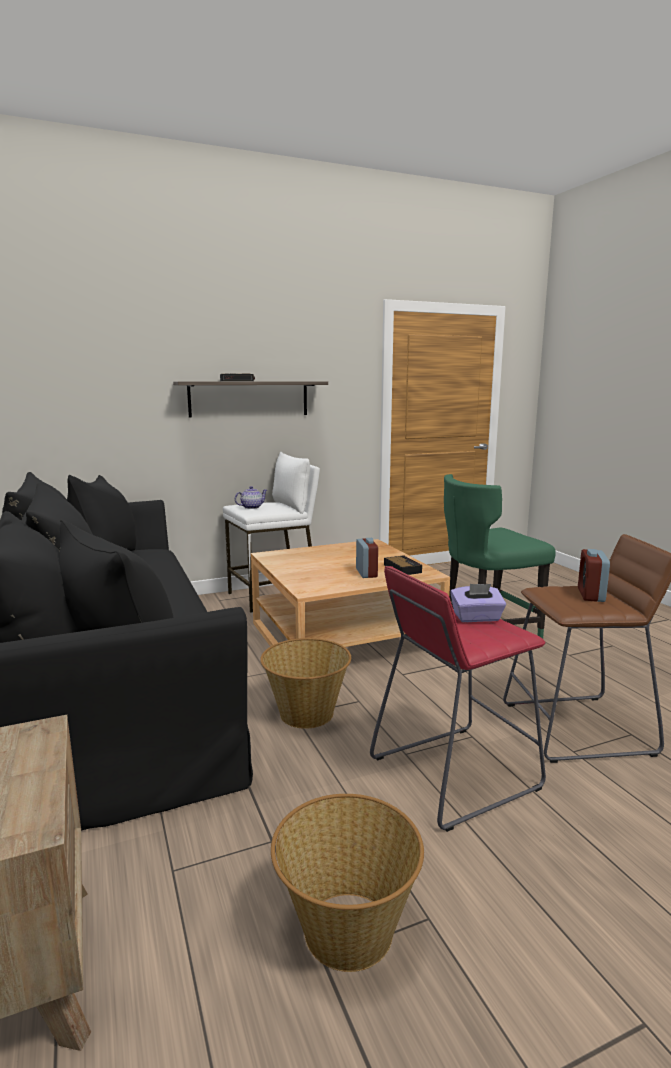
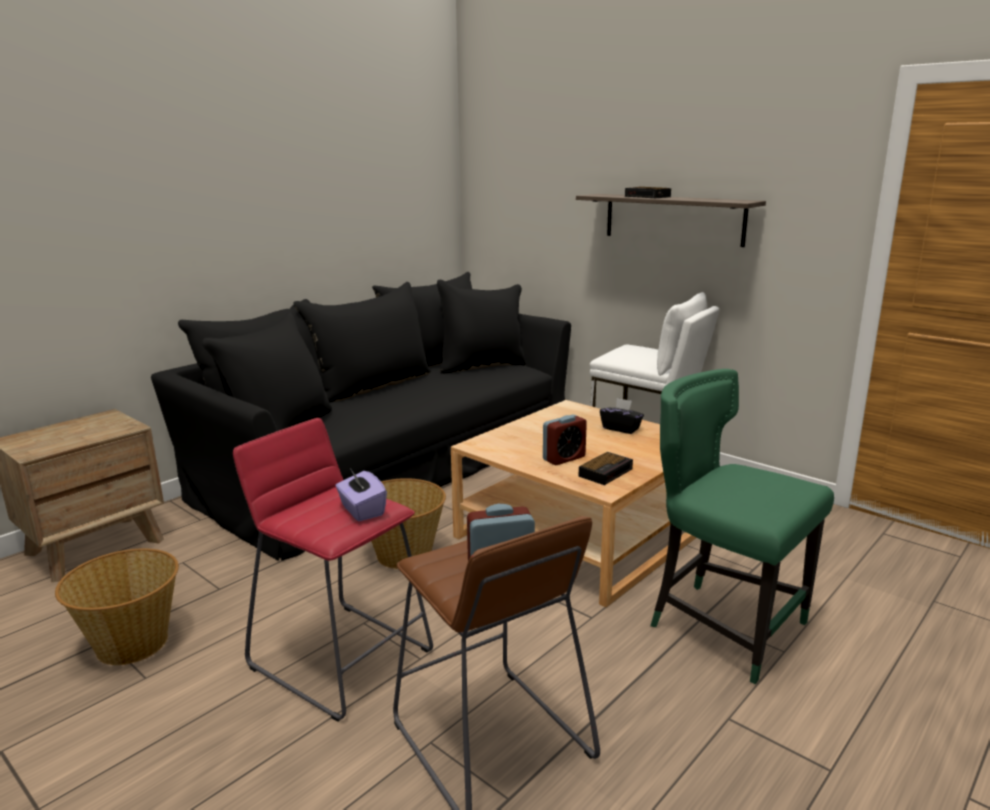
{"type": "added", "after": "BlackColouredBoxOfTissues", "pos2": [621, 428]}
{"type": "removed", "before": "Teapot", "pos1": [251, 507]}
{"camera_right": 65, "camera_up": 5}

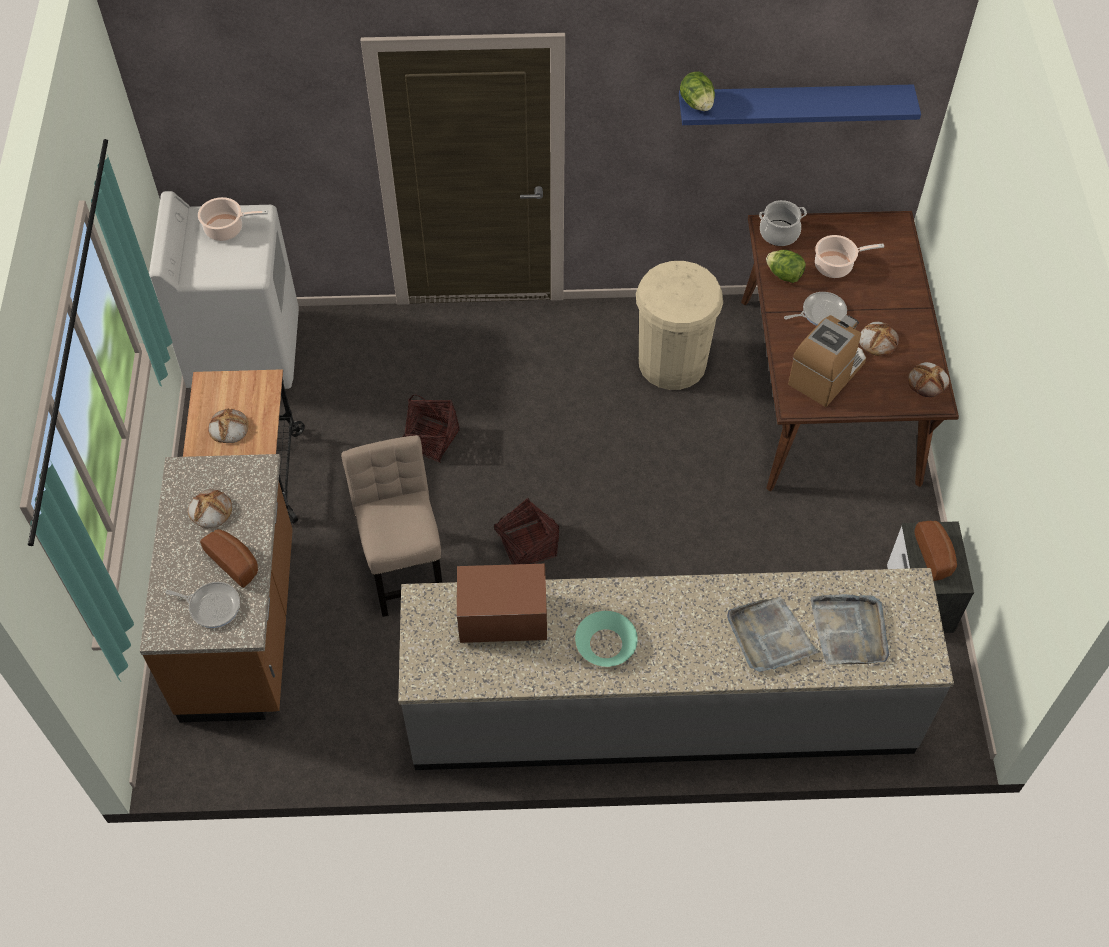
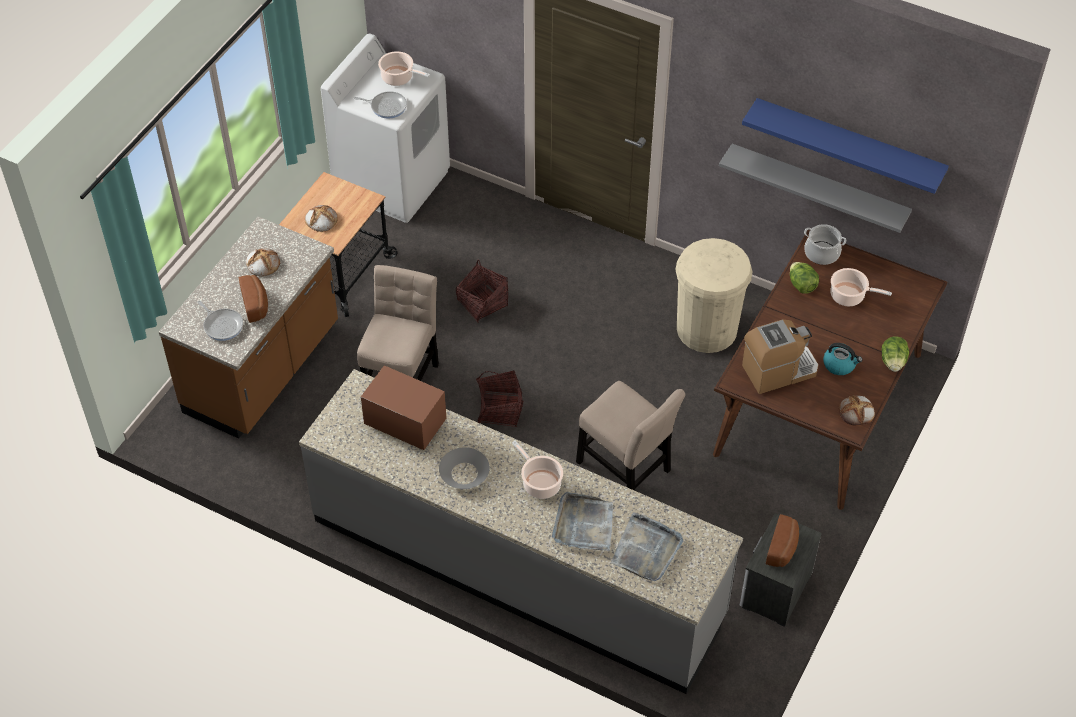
{"type": "moved", "before": "FryingPan", "pos1": [821, 312], "pos2": [386, 106]}
{"type": "recoloured", "before": "TurquoiseColouredBowl", "after": "GreyBowl", "pos1": [605, 643], "pos2": [464, 473]}
{"type": "added", "after": "CookingPot", "pos2": [540, 483]}
{"type": "added", "after": "BeigeColouredPlainChair", "pos2": [626, 470]}
{"type": "added", "after": "GreyWallShelf", "pos2": [818, 188]}
{"type": "replaced", "before": "BakedBread", "after": "Kettle", "pos1": [877, 340], "pos2": [839, 365]}
{"type": "moved", "before": "LettuceHead", "pos1": [697, 104], "pos2": [893, 362]}
{"camera_right": 30, "camera_up": -5}

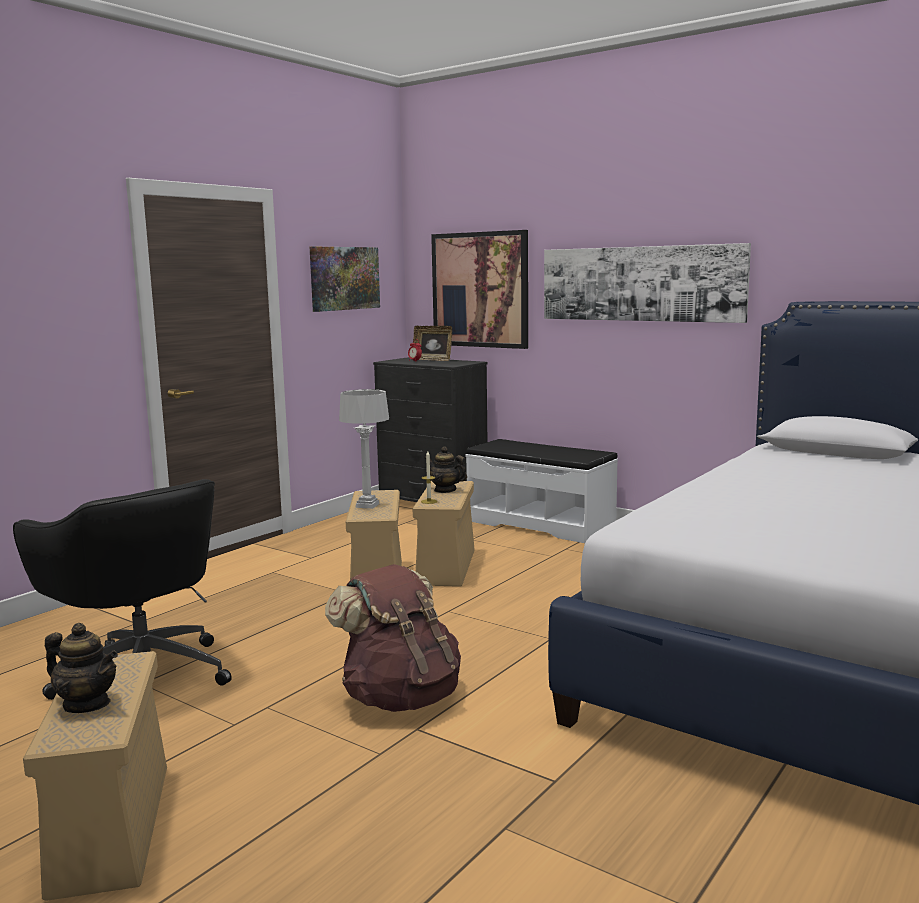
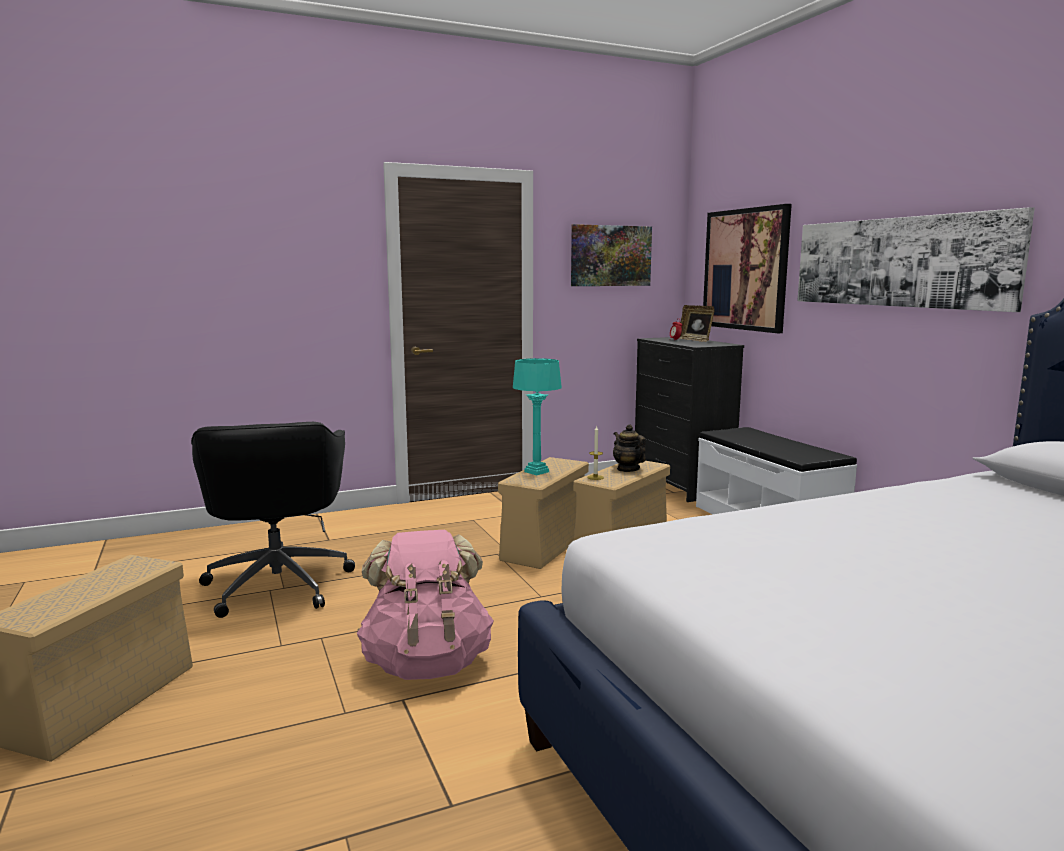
{"type": "recoloured", "before": "BrownKnapsack", "after": "PinkishKnapsack", "pos1": [400, 697], "pos2": [427, 663]}
{"type": "recoloured", "before": "GreyTableLamp", "after": "TurquoiseColouredTableLamp", "pos1": [367, 505], "pos2": [537, 472]}
{"type": "removed", "before": "Teapot", "pos1": [87, 704]}
{"camera_right": 30, "camera_up": 0}

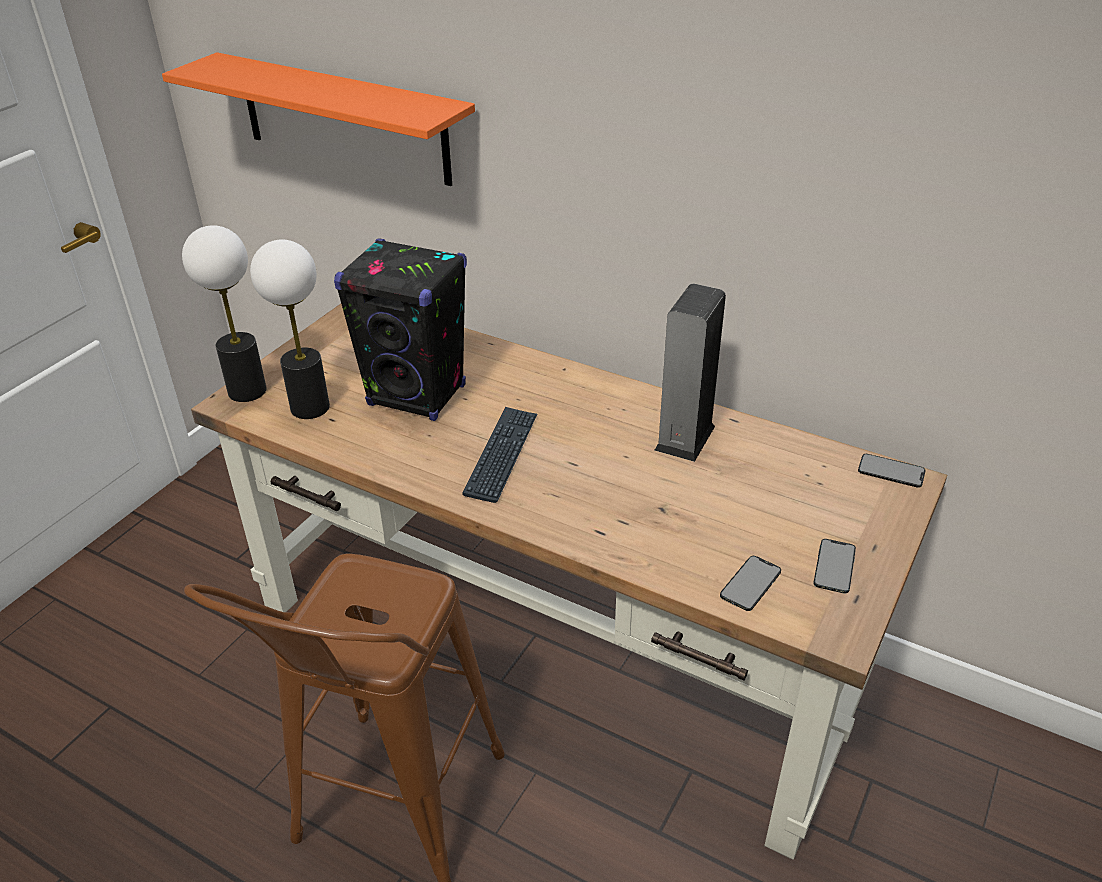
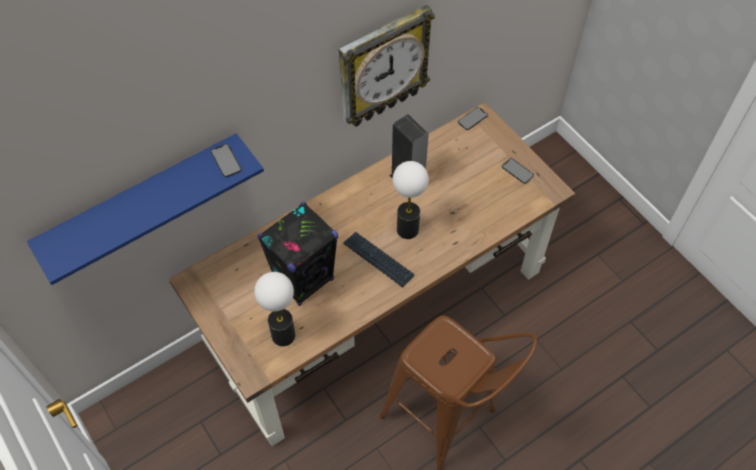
{"type": "recoloured", "before": "OrangeyWallShelf", "after": "BlueColouredWallShelf", "pos1": [343, 119], "pos2": [142, 202]}
{"type": "moved", "before": "Phone", "pos1": [750, 583], "pos2": [226, 160]}
{"type": "added", "after": "HangingClock", "pos2": [382, 67]}
{"type": "moved", "before": "TableLamp", "pos1": [248, 391], "pos2": [407, 229]}
{"camera_right": -65, "camera_up": 20}

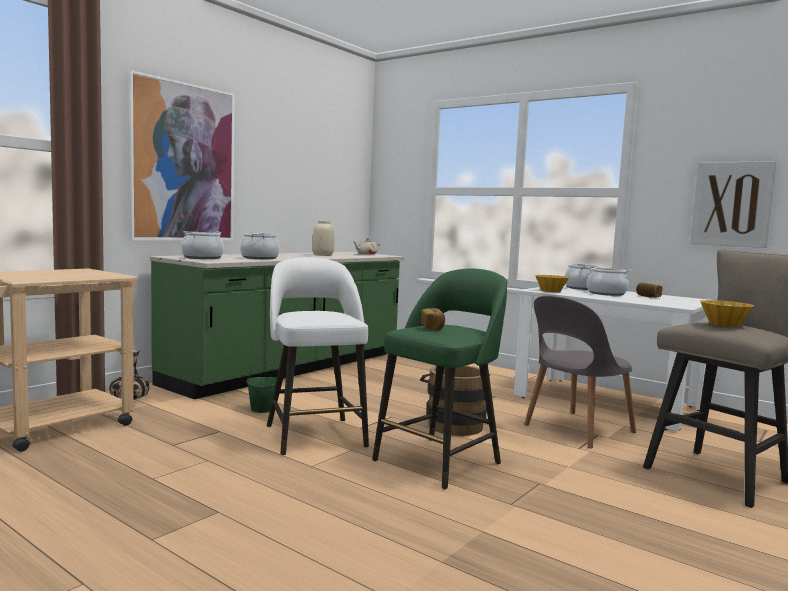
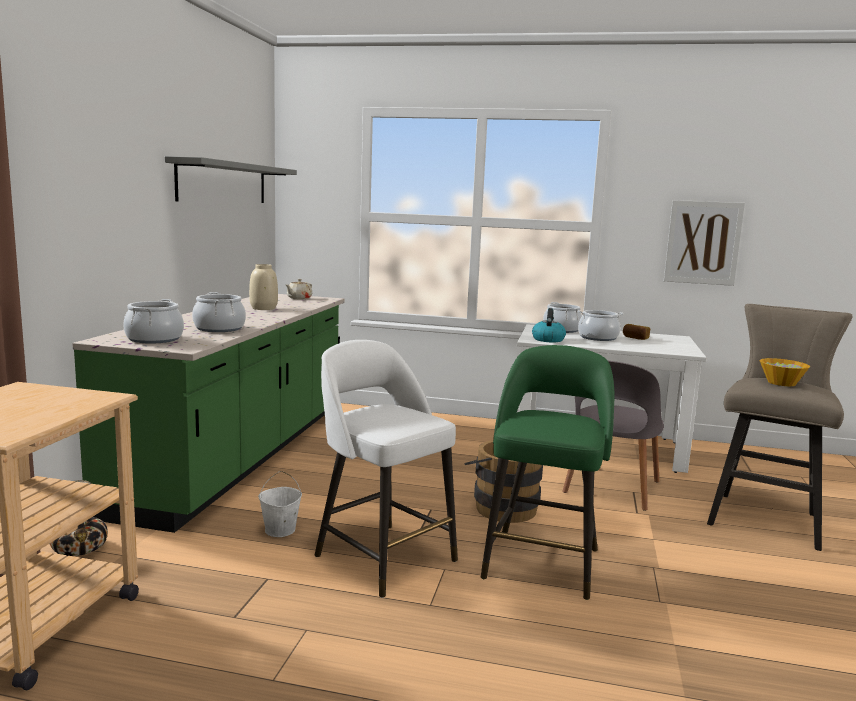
{"type": "added", "after": "GreyWallShelf", "pos2": [223, 183]}
{"type": "recoloured", "before": "GreenishPail", "after": "WhiteColouredPail", "pos1": [263, 409], "pos2": [280, 530]}
{"type": "replaced", "before": "Bowl", "after": "Kettle", "pos1": [550, 291], "pos2": [548, 339]}
{"type": "removed", "before": "WallPicture", "pos1": [183, 163]}
{"type": "removed", "before": "BakedBread", "pos1": [433, 328]}
{"camera_right": -25, "camera_up": 5}

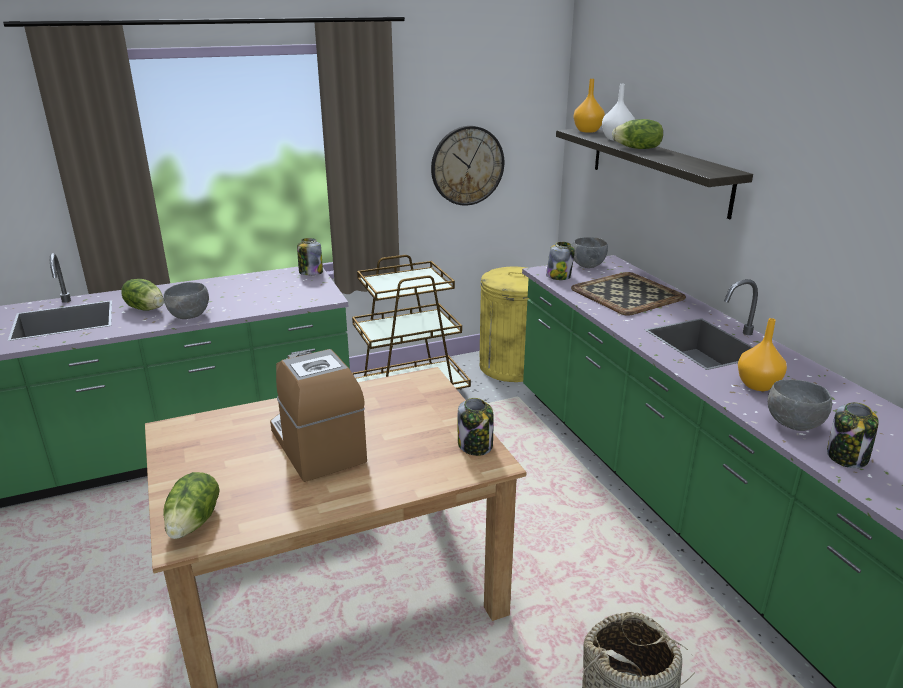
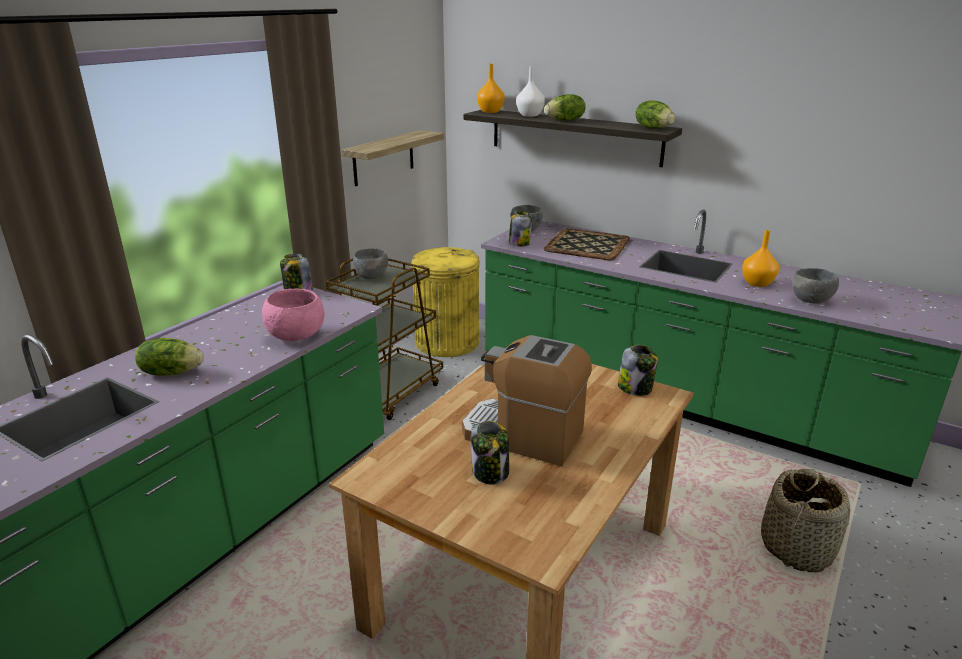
{"type": "added", "after": "PinkishBowl", "pos2": [296, 337]}
{"type": "replaced", "before": "HangingClock", "after": "WallShelf", "pos1": [467, 165], "pos2": [383, 158]}
{"type": "moved", "before": "GreyBowl", "pos1": [190, 316], "pos2": [372, 276]}
{"type": "moved", "before": "Jar", "pos1": [847, 457], "pos2": [490, 472]}
{"type": "moved", "before": "LettuceHead", "pos1": [195, 522], "pos2": [653, 128]}
{"camera_right": -35, "camera_up": 0}

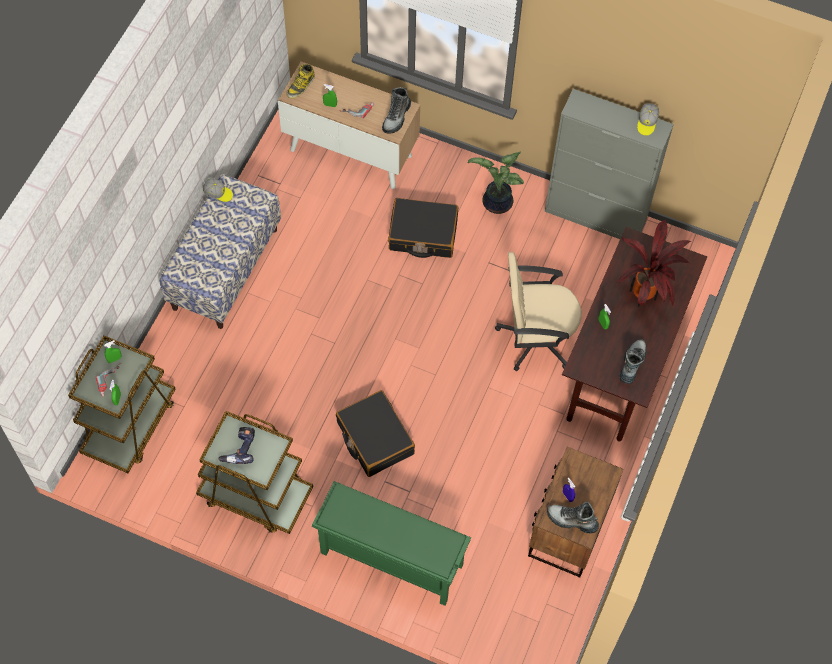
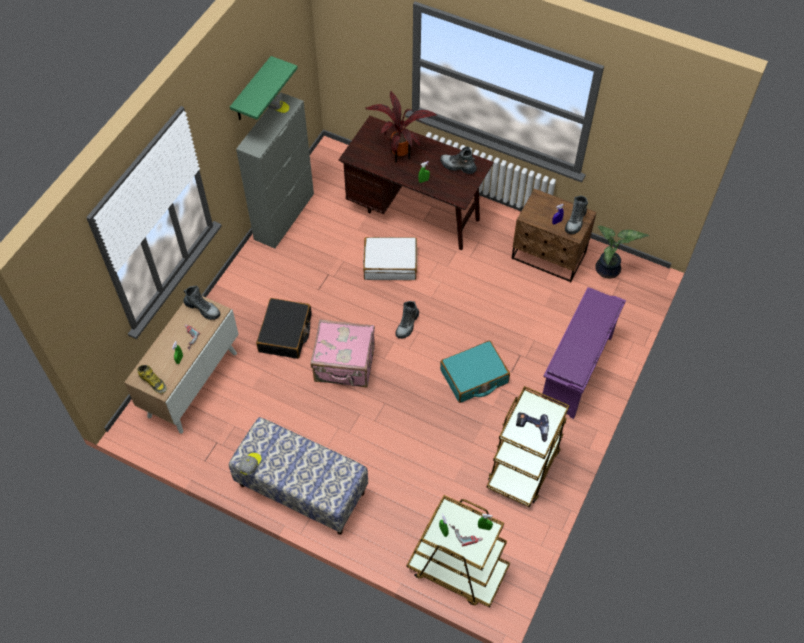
{"type": "added", "after": "GreenishWallShelf", "pos2": [252, 91]}
{"type": "added", "after": "PinkishPieceOfLuggage", "pos2": [345, 365]}
{"type": "replaced", "before": "BeigeColouredOfficeChair", "after": "WhiteColouredPieceOfLuggage", "pos1": [535, 338], "pos2": [390, 263]}
{"type": "added", "after": "TallBoot", "pos2": [407, 325]}
{"type": "recoloured", "before": "BlackColouredPieceOfLuggage", "after": "TurquoiseColouredPieceOfLuggage", "pos1": [374, 438], "pos2": [474, 377]}
{"type": "recoloured", "before": "GreenishShoeRack", "after": "PurpleShoeRack", "pos1": [390, 559], "pos2": [576, 371]}
{"type": "moved", "before": "PottedPlant", "pos1": [495, 203], "pos2": [608, 271]}
{"camera_right": -85, "camera_up": -5}

